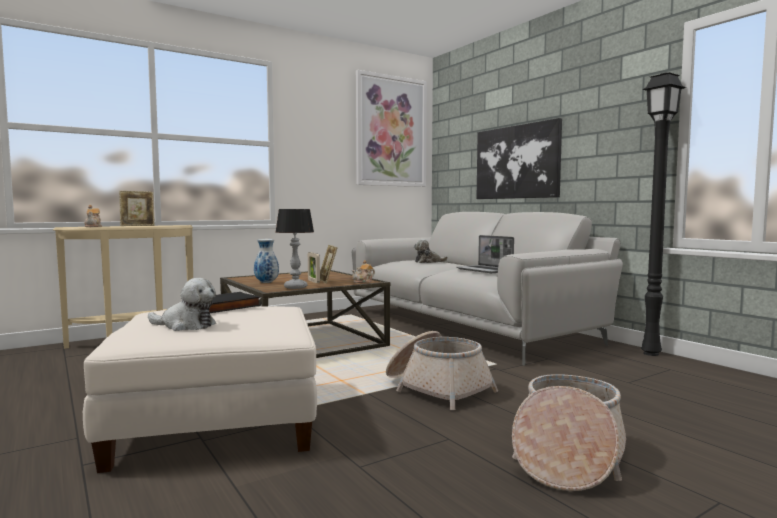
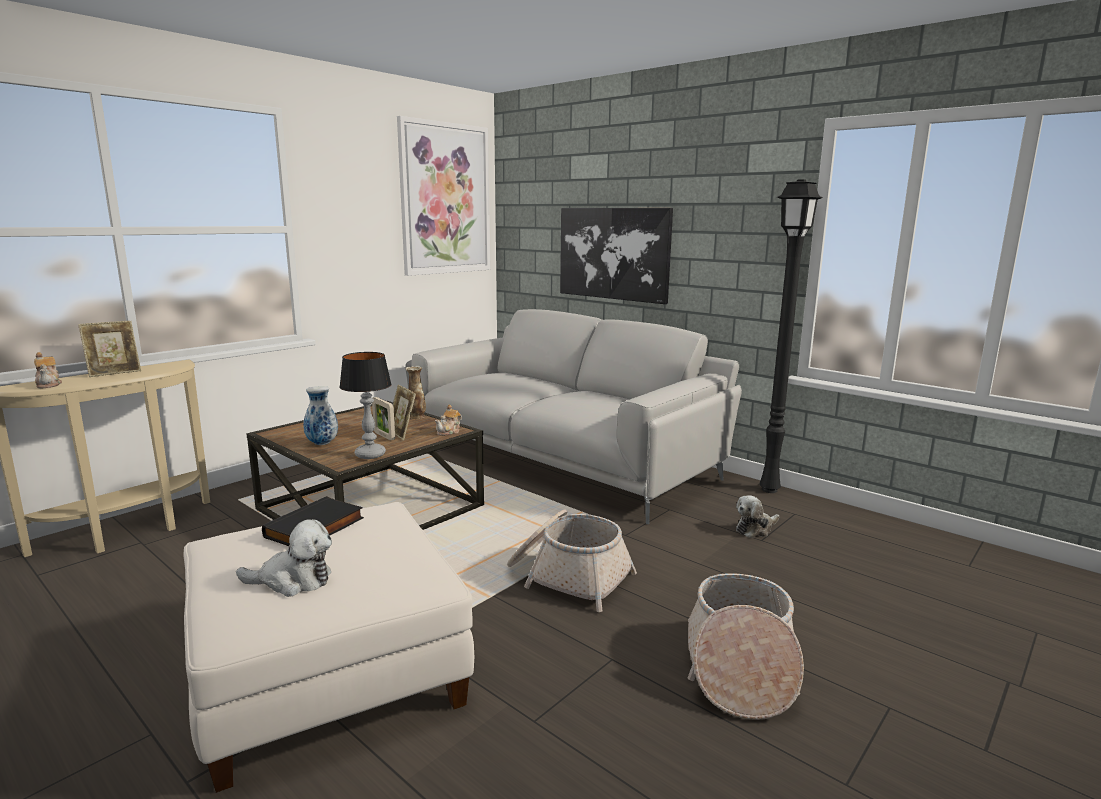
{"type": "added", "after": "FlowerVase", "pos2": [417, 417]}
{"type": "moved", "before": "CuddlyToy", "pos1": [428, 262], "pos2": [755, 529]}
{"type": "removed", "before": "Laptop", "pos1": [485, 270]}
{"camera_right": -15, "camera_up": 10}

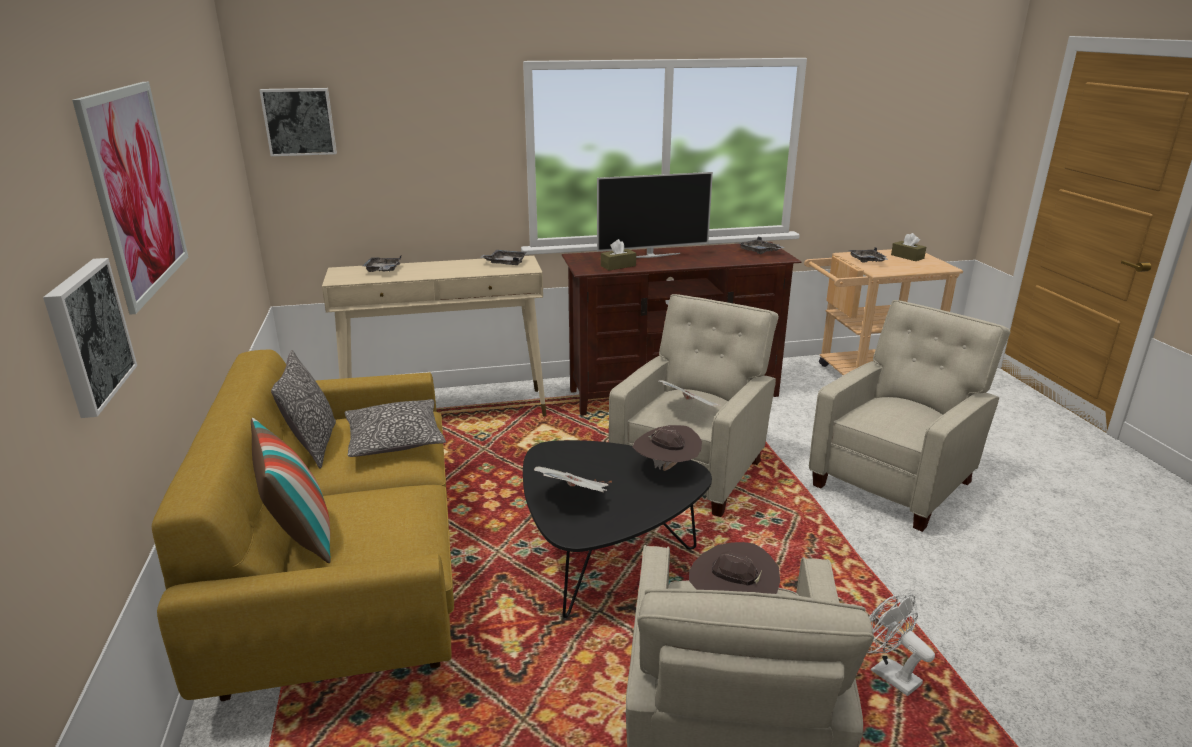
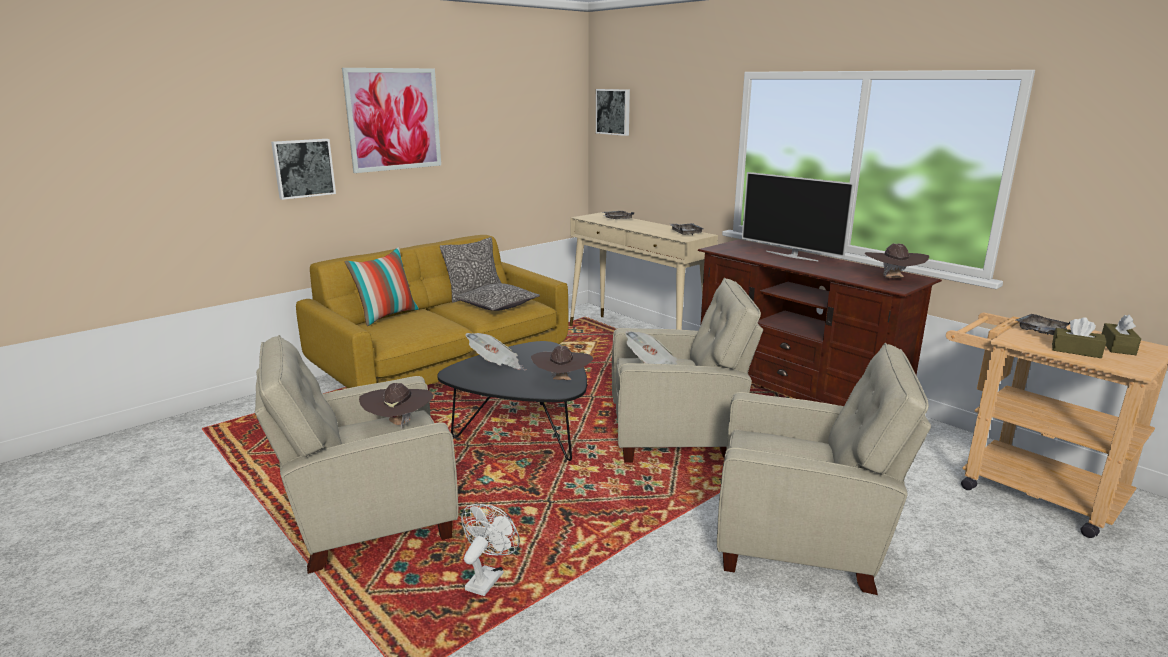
{"type": "replaced", "before": "GreyCarryingTray", "after": "BrownClothingHat", "pos1": [759, 252], "pos2": [892, 279]}
{"type": "moved", "before": "BrownBoxOfTissues", "pos1": [618, 266], "pos2": [1076, 351]}
{"camera_right": 60, "camera_up": -5}

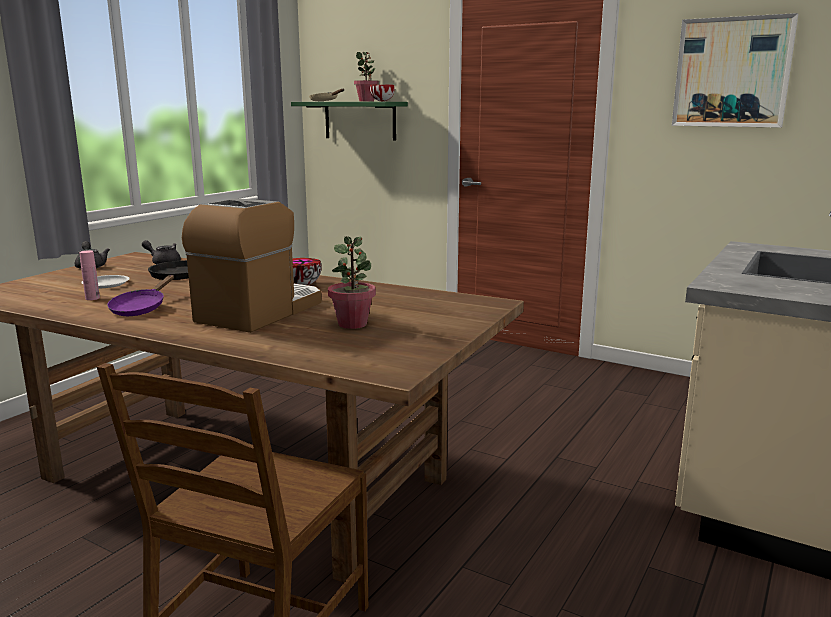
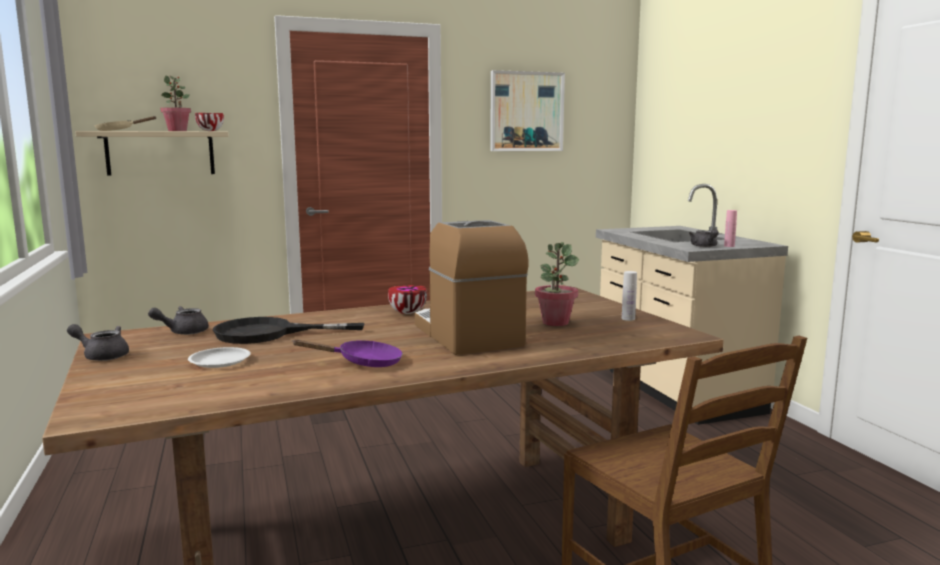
{"type": "recoloured", "before": "GreenishWallShelf", "after": "BeigeColouredWallShelf", "pos1": [360, 120], "pos2": [160, 153]}
{"type": "turned", "before": "PurpleFryingPan", "pos1": [141, 308], "pos2": [363, 363], "turn": -60}
{"type": "added", "after": "WhiteColouredBeverageBottle", "pos2": [628, 319]}
{"type": "added", "after": "GreyTeapot", "pos2": [704, 246]}
{"type": "moved", "before": "PinkishBeverageBottle", "pos1": [92, 298], "pos2": [729, 246]}
{"camera_right": -50, "camera_up": -5}

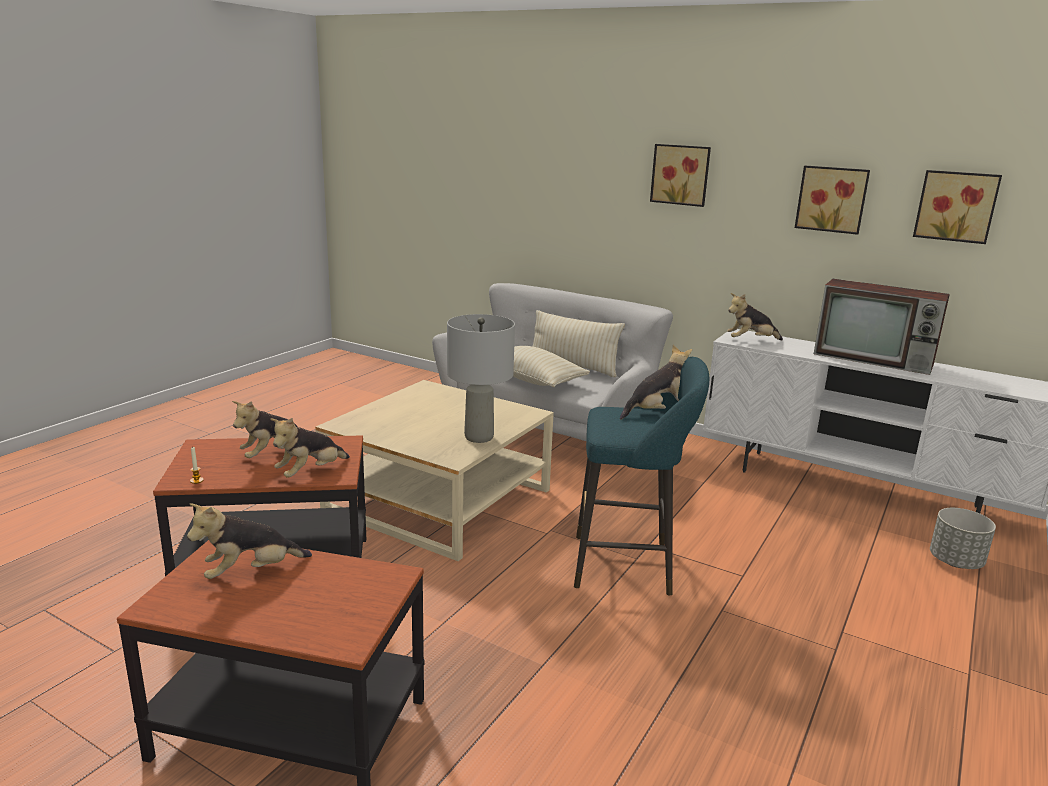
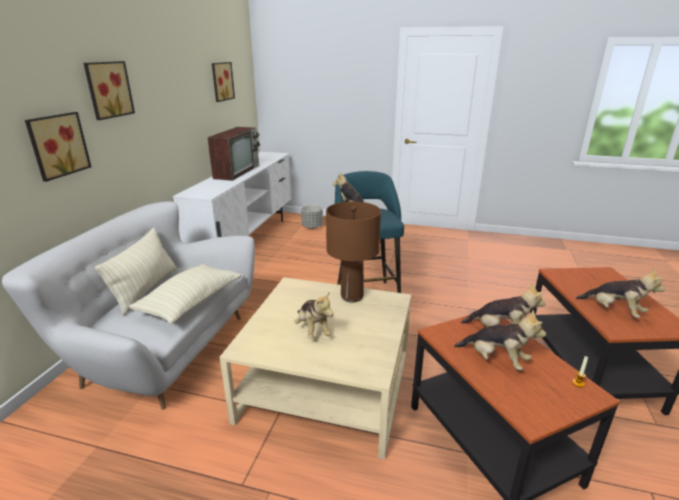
{"type": "moved", "before": "WallPicture", "pos1": [832, 199], "pos2": [57, 145]}
{"type": "moved", "before": "CuddlyToy", "pos1": [750, 341], "pos2": [313, 330]}
{"type": "recoloured", "before": "GreyTableLamp", "after": "BrownTableLamp", "pos1": [479, 437], "pos2": [351, 296]}
{"camera_right": -105, "camera_up": 5}

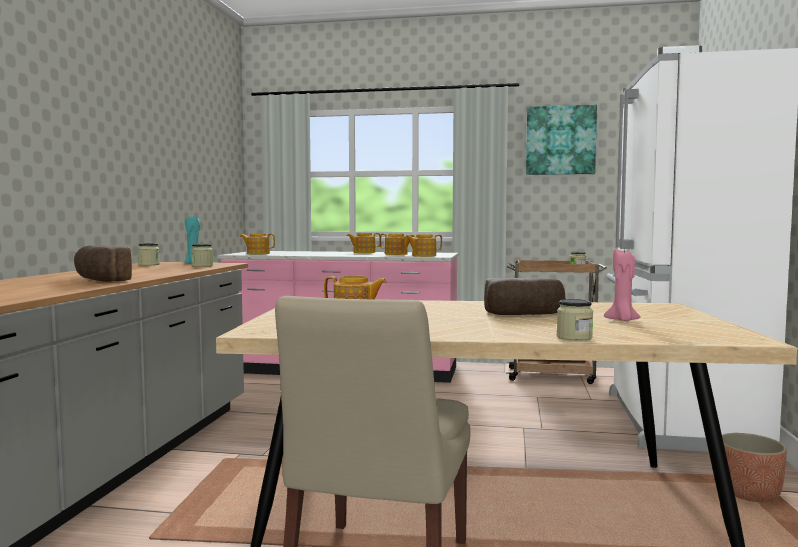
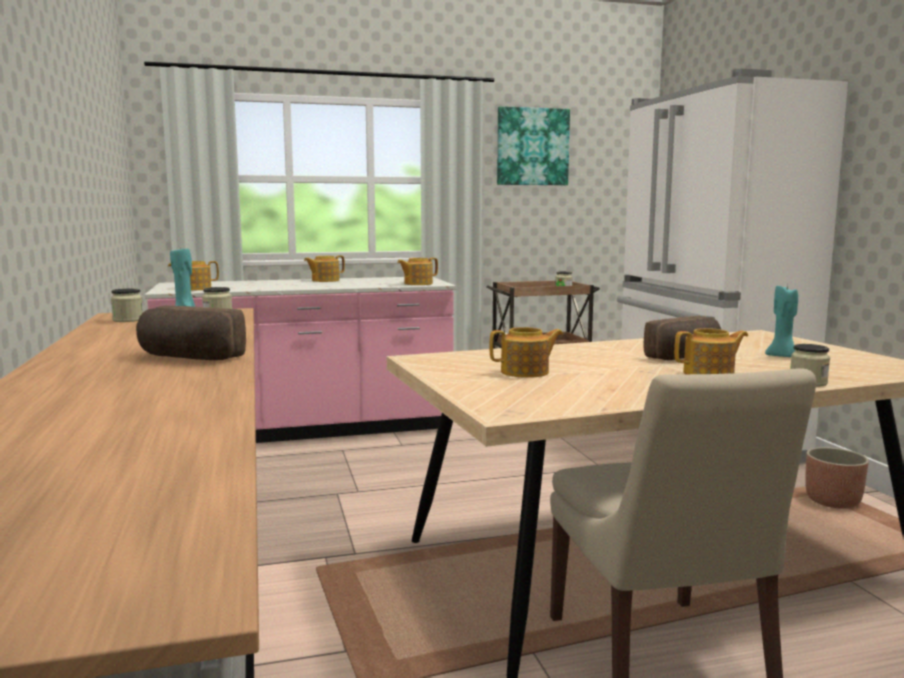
{"type": "moved", "before": "Teapot", "pos1": [396, 254], "pos2": [710, 374]}
{"type": "recoloured", "before": "PinkishWaxCandle", "after": "TurquoiseColouredWaxCandle", "pos1": [622, 320], "pos2": [782, 356]}
{"camera_right": -25, "camera_up": 5}

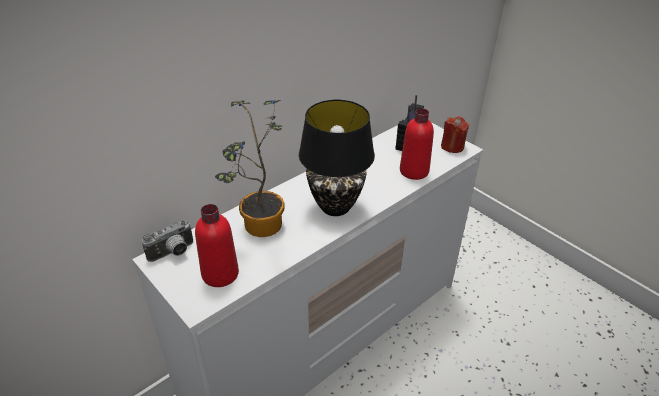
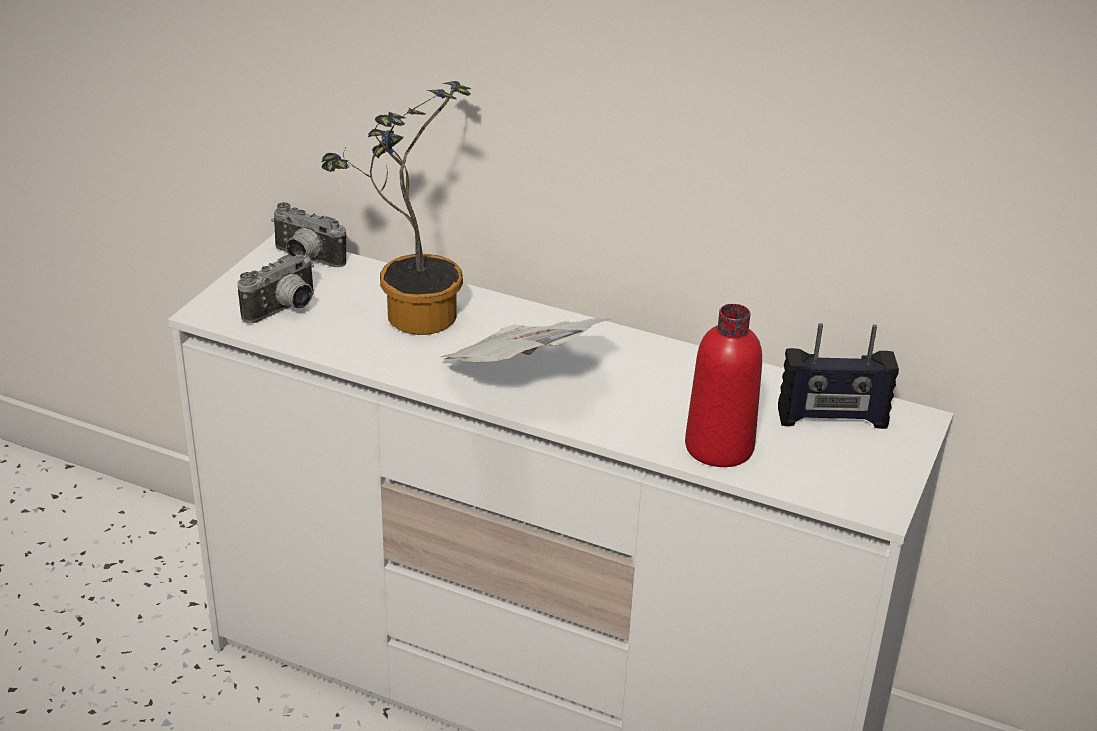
{"type": "replaced", "before": "ReddishBeverageBottle", "after": "StillCamera", "pos1": [220, 274], "pos2": [285, 311]}
{"type": "replaced", "before": "BlackColouredTableLamp", "after": "PrintedPaper", "pos1": [334, 207], "pos2": [522, 376]}
{"type": "removed", "before": "ReddishWaxCandle", "pos1": [452, 146]}
{"camera_right": 65, "camera_up": -5}

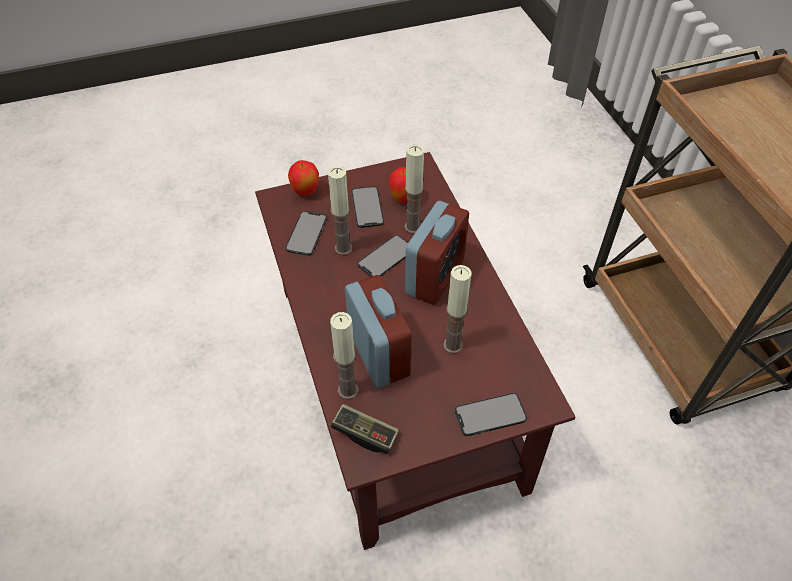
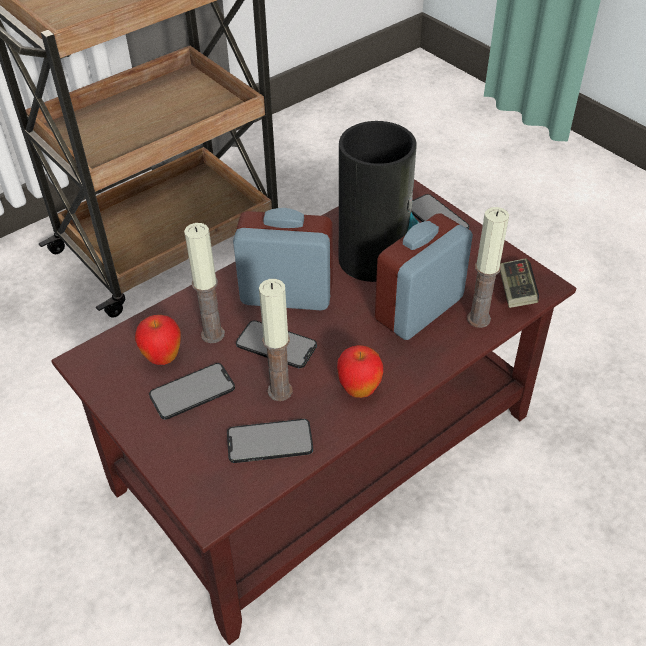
{"type": "moved", "before": "WholeApple", "pos1": [305, 192], "pos2": [359, 390]}
{"type": "replaced", "before": "WaxCandle", "after": "FlowerVase", "pos1": [453, 345], "pos2": [374, 258]}
{"camera_right": -110, "camera_up": -5}

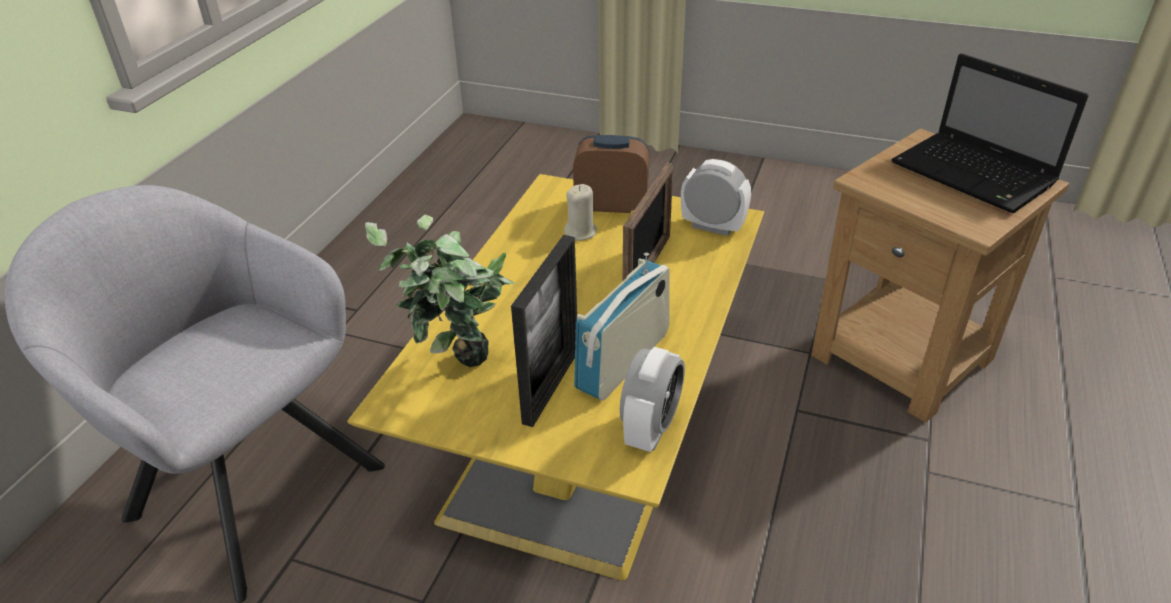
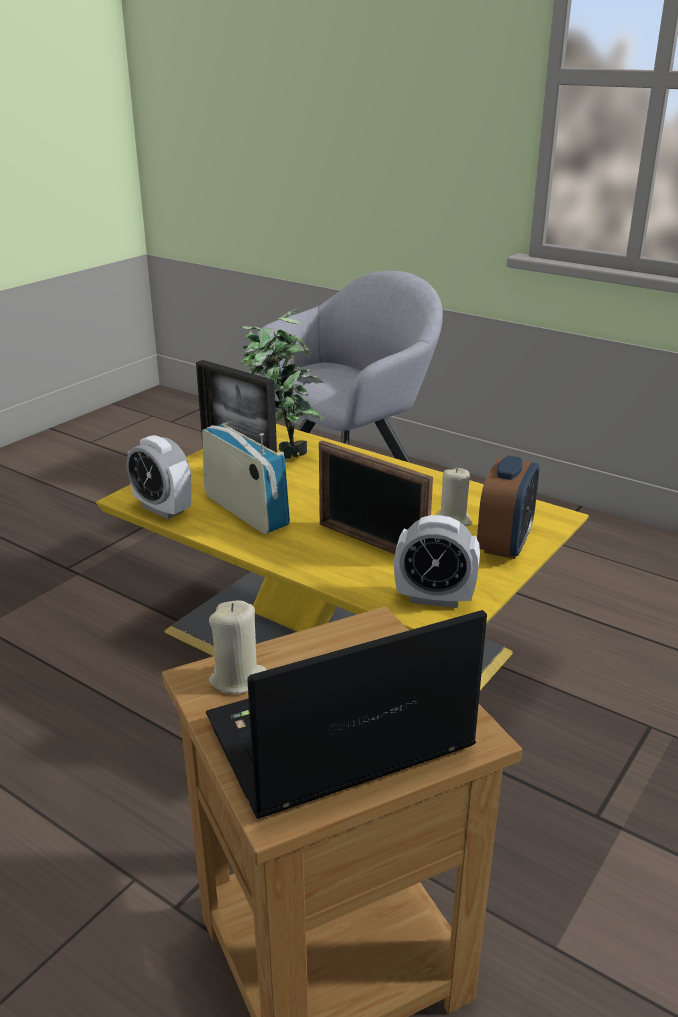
{"type": "added", "after": "BeigeColouredWaxCandle", "pos2": [238, 678]}
{"type": "turned", "before": "BedsideClock", "pos1": [712, 227], "pos2": [434, 598], "turn": 60}
{"camera_right": 105, "camera_up": -10}

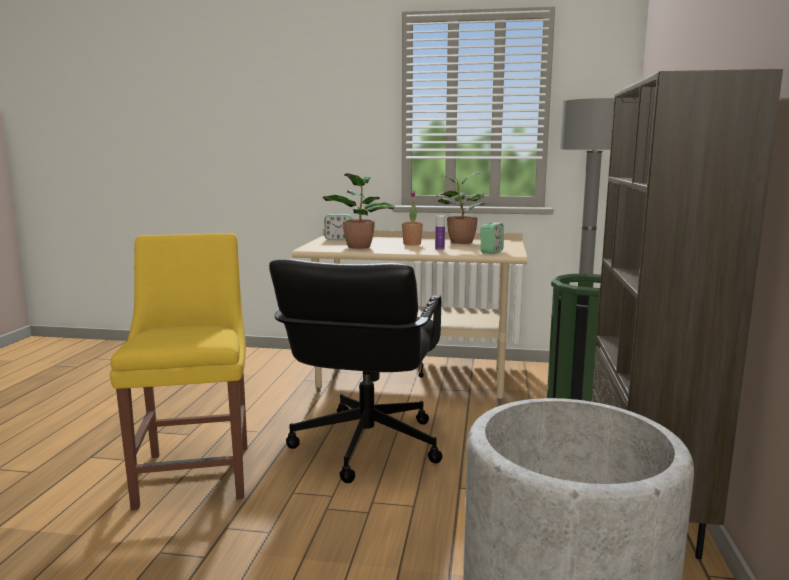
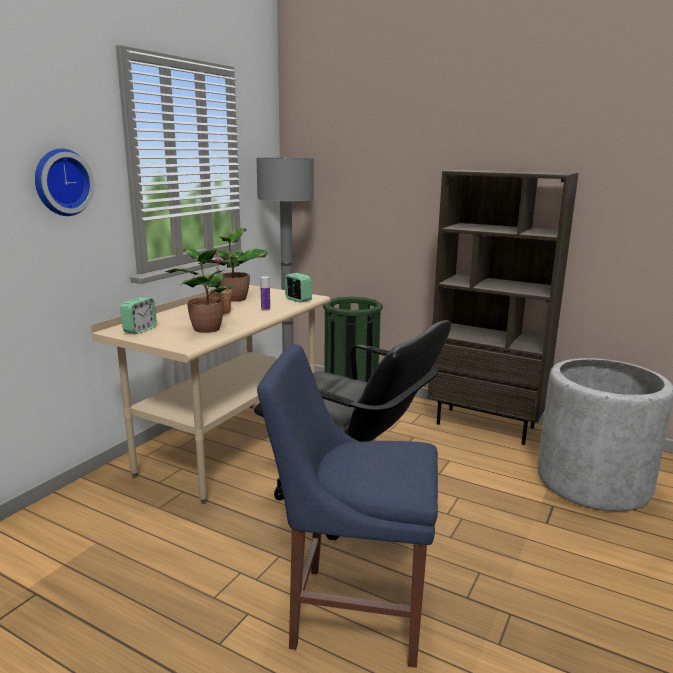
{"type": "added", "after": "HangingClock", "pos2": [61, 182]}
{"type": "recoloured", "before": "YellowPlainChair", "after": "BlueColouredPlainChair", "pos1": [197, 472], "pos2": [350, 611]}
{"camera_right": -70, "camera_up": 5}

